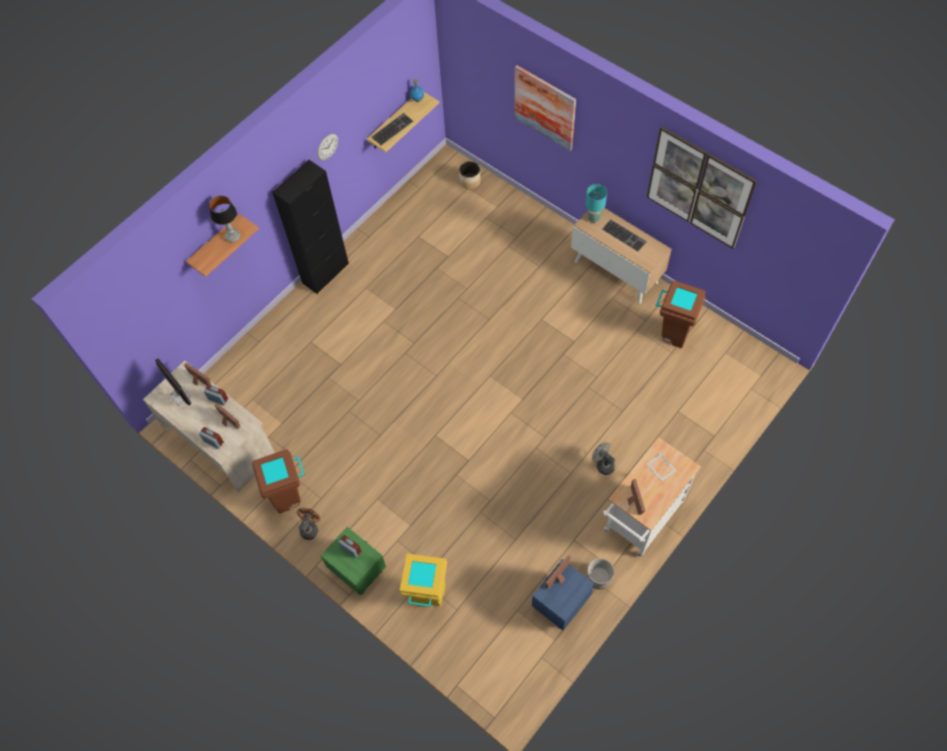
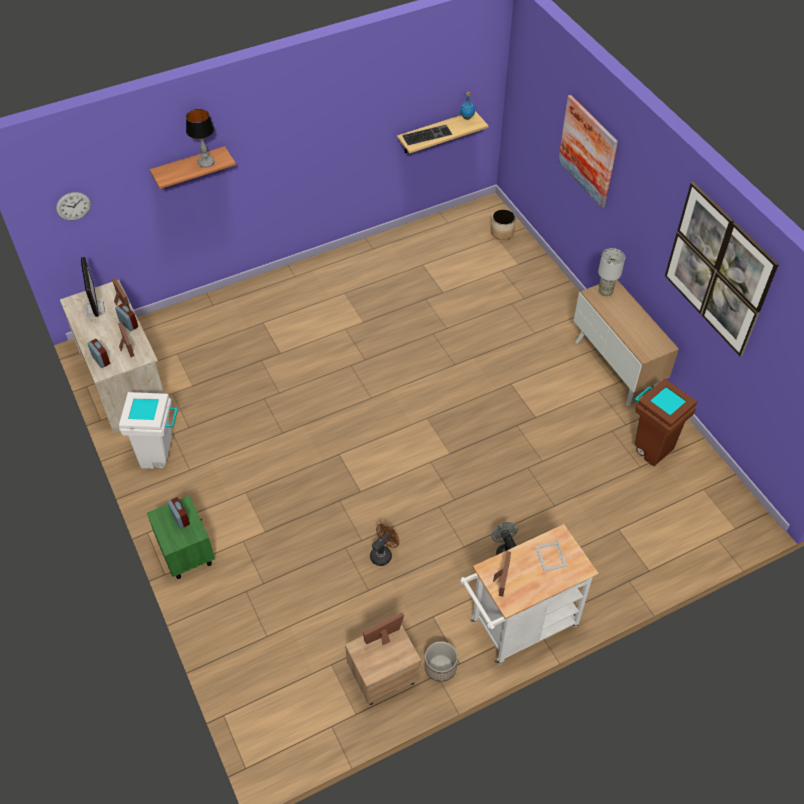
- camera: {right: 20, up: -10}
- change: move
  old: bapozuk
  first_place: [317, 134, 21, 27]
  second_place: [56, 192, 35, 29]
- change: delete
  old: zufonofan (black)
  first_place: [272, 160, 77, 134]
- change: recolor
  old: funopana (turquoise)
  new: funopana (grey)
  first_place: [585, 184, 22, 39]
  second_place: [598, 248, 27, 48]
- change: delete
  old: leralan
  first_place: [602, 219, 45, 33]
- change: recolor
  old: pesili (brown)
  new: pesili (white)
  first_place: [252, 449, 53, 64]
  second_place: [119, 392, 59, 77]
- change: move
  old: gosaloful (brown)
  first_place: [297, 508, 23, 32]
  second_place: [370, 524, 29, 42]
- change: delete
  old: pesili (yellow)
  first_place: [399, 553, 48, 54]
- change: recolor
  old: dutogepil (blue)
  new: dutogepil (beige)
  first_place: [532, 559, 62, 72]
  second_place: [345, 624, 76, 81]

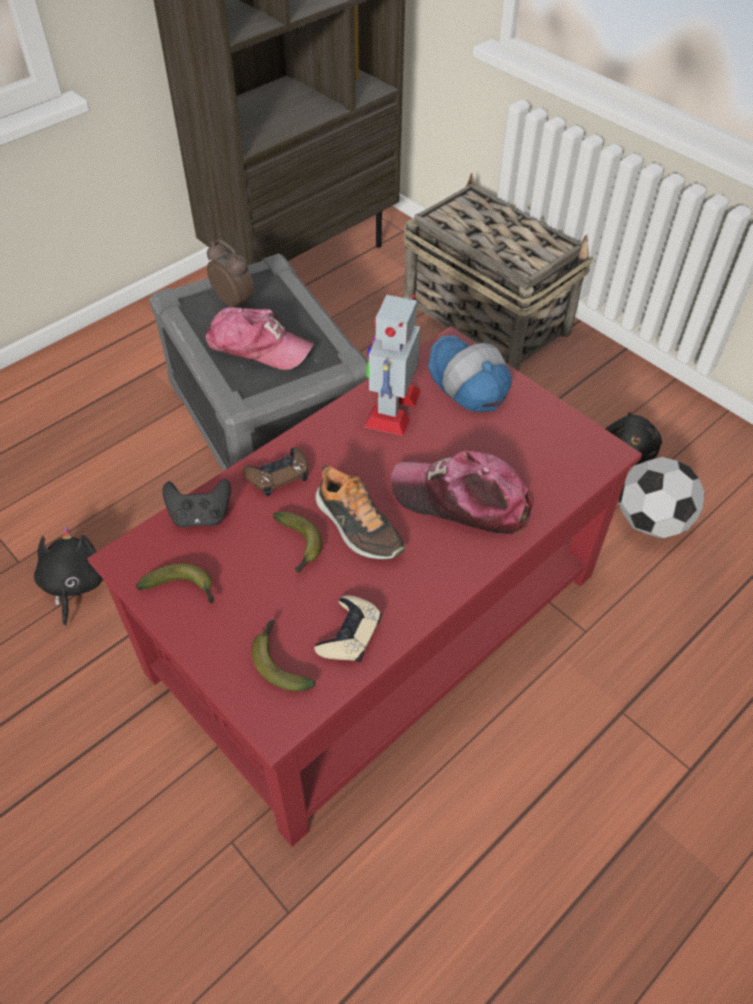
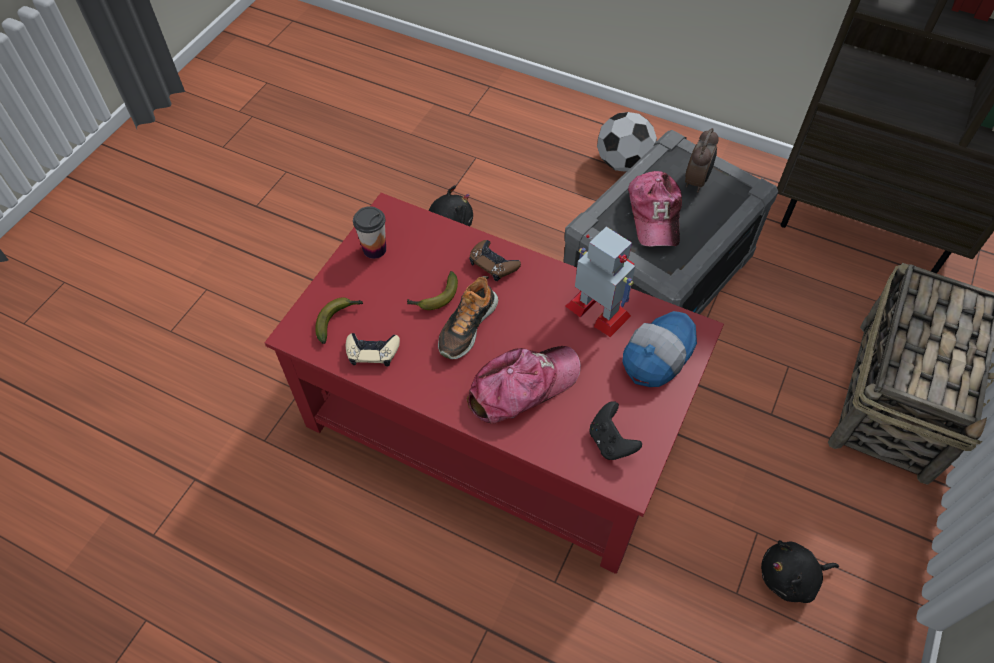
- camera: {right: 70, up: 5}
- change: rotate
  old: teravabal
  first_place: [364, 294, 57, 142]
  second_place: [565, 227, 70, 110]
  degrees: 45
- change: rotate
  old: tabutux
  first_place: [391, 451, 142, 83]
  second_place: [467, 346, 114, 78]
  degrees: 60
- change: move
  old: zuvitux
  first_place: [619, 457, 86, 81]
  second_place: [597, 112, 60, 60]
- change: move
  old: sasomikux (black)
  first_place: [163, 478, 68, 50]
  second_place: [589, 401, 53, 59]
- change: replace
  old: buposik
  new: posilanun
  first_place: [136, 563, 79, 40]
  second_place: [353, 206, 33, 53]

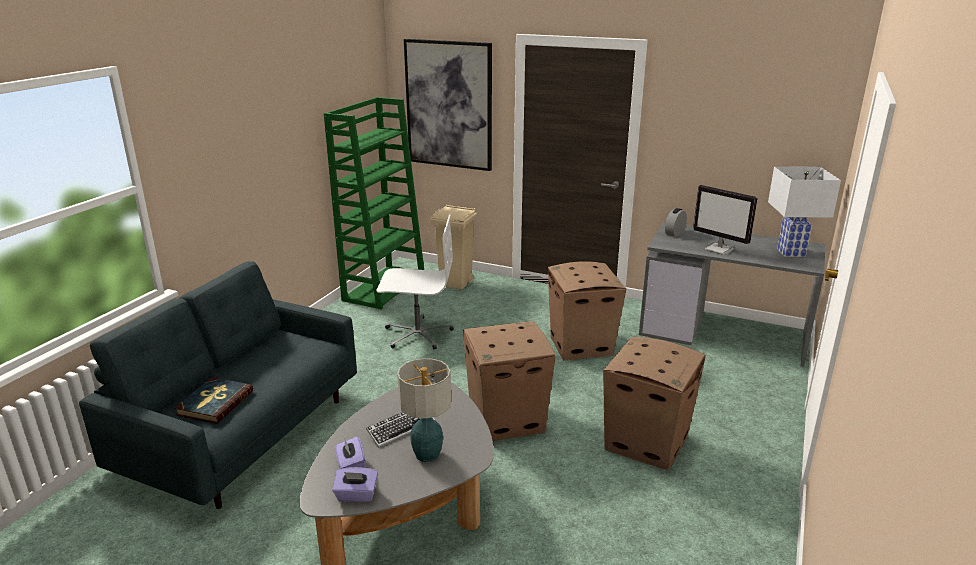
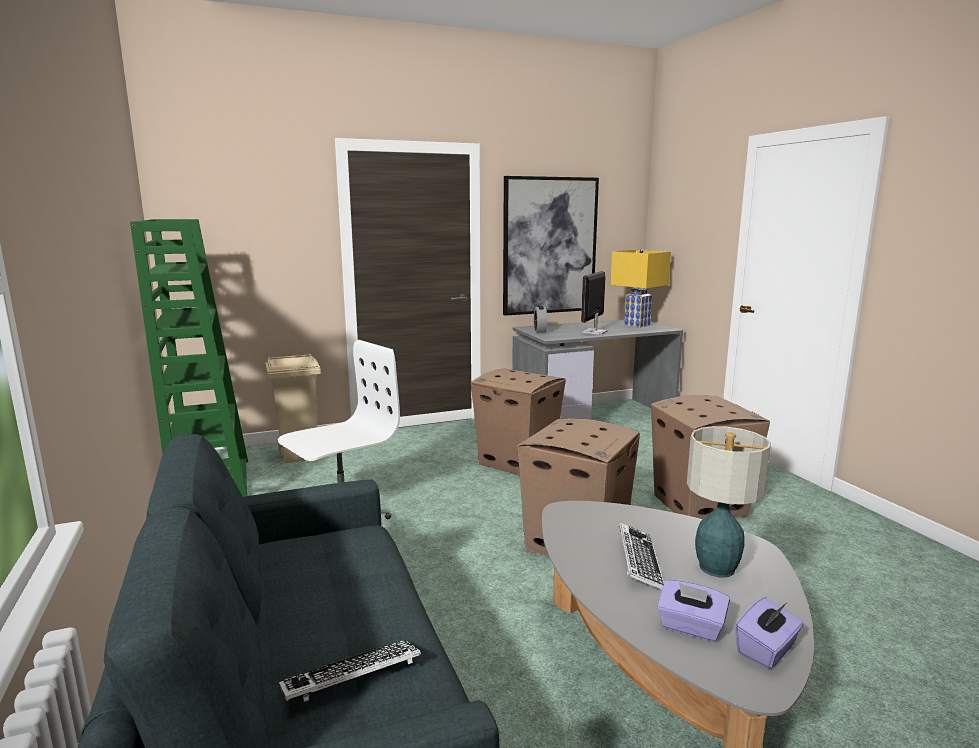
- camera: {right: -45, up: -10}
- change: move
  old: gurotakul
  first_place: [404, 39, 88, 132]
  second_place: [503, 176, 96, 140]
- change: recolor
  old: funopana (white)
  new: funopana (yellow)
  first_place: [768, 167, 73, 90]
  second_place: [610, 250, 61, 78]
- change: rotate
  old: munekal
  first_place: [693, 185, 65, 70]
  second_place: [581, 271, 26, 64]
  degrees: 120
- change: replace
  old: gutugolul
  new: leralan
  first_place: [174, 377, 79, 47]
  second_place: [279, 640, 142, 62]

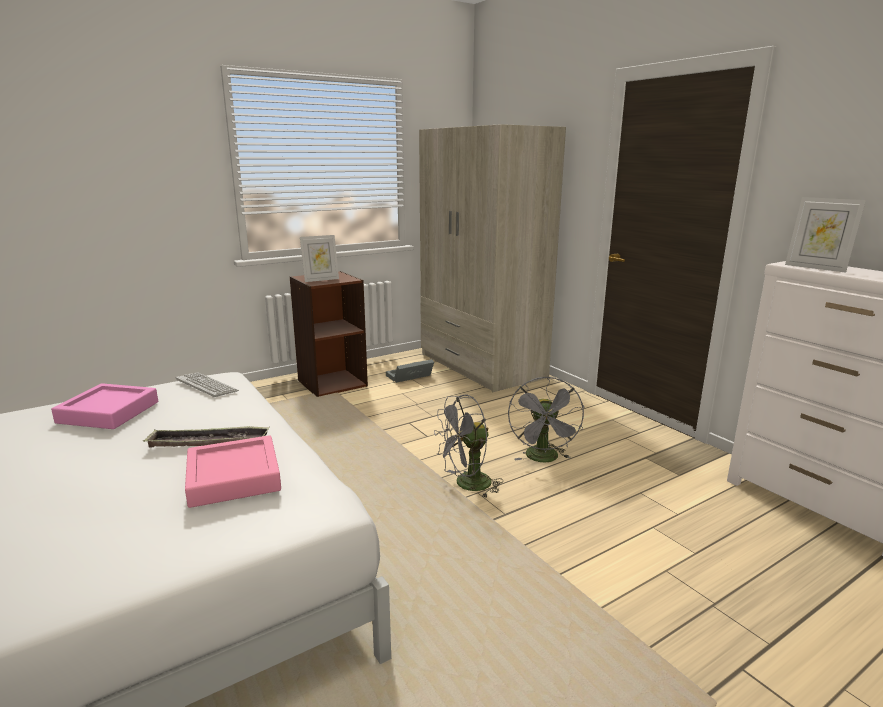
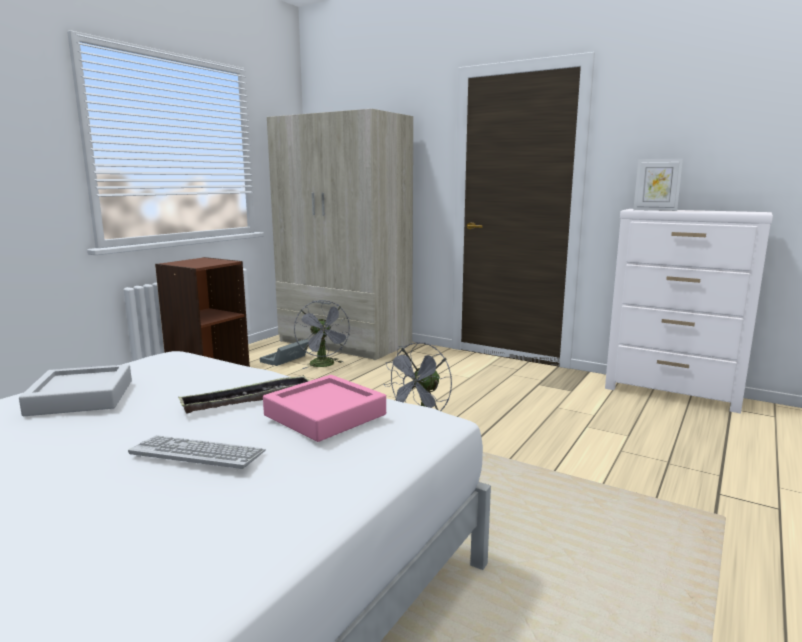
- camera: {right: -25, up: -5}
- change: delete
  old: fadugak
  first_place: [300, 235, 39, 47]
- change: move
  old: leralan
  first_place: [176, 372, 63, 26]
  second_place: [128, 435, 138, 35]
- change: move
  old: gosaloful (grey)
  first_place: [508, 376, 76, 86]
  second_place: [294, 300, 57, 69]
- change: recolor
  old: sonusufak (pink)
  new: sonusufak (grey)
  first_place: [51, 383, 107, 46]
  second_place: [19, 364, 113, 52]

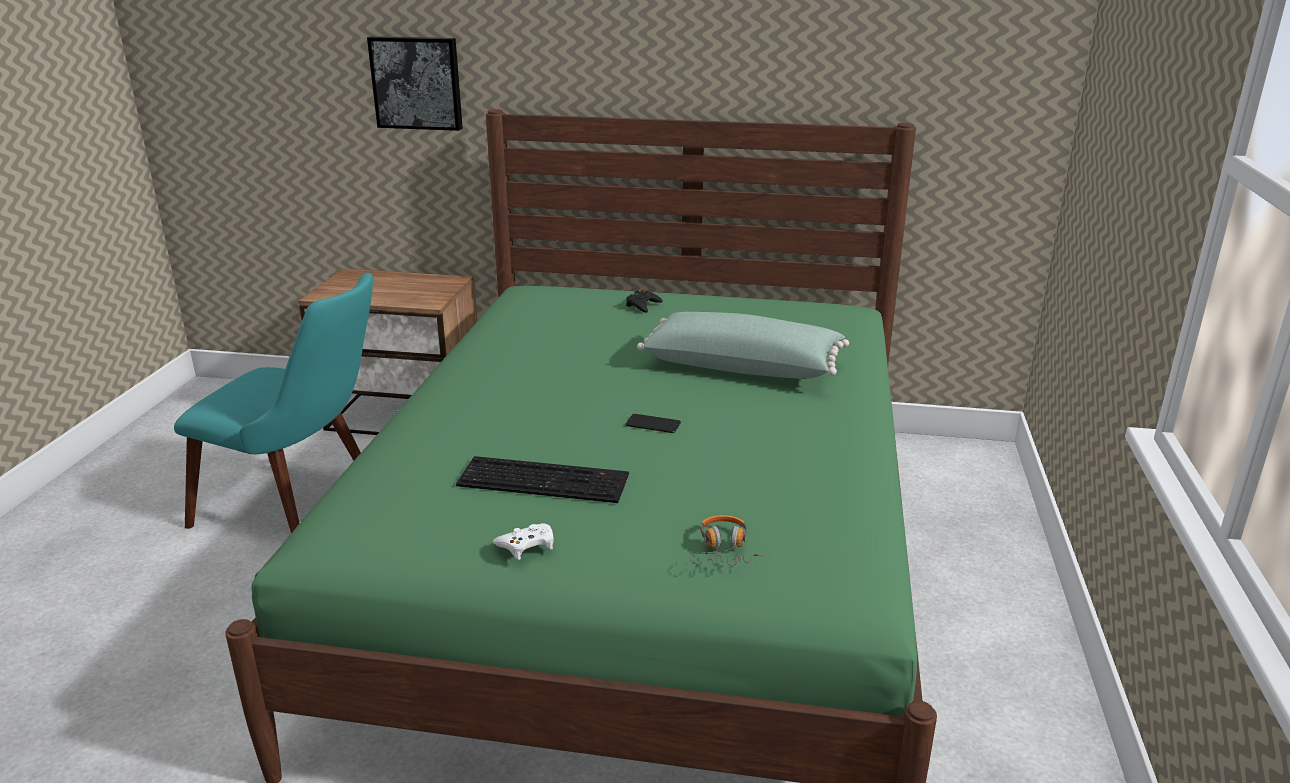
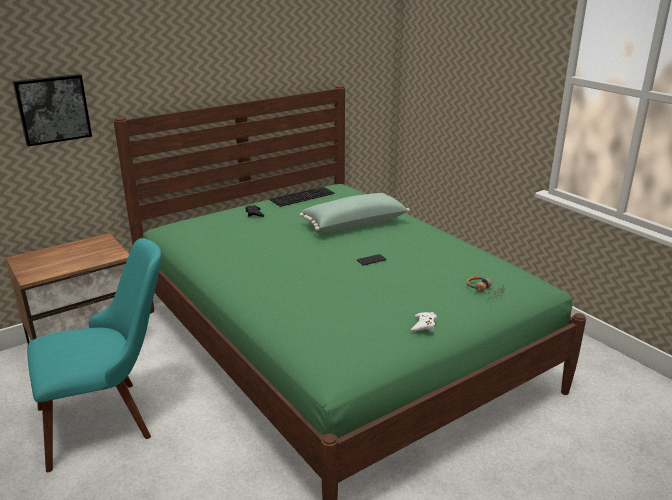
- camera: {right: -45, up: 0}
- change: move
  old: leralan
  first_place: [456, 456, 173, 47]
  second_place: [270, 186, 65, 21]

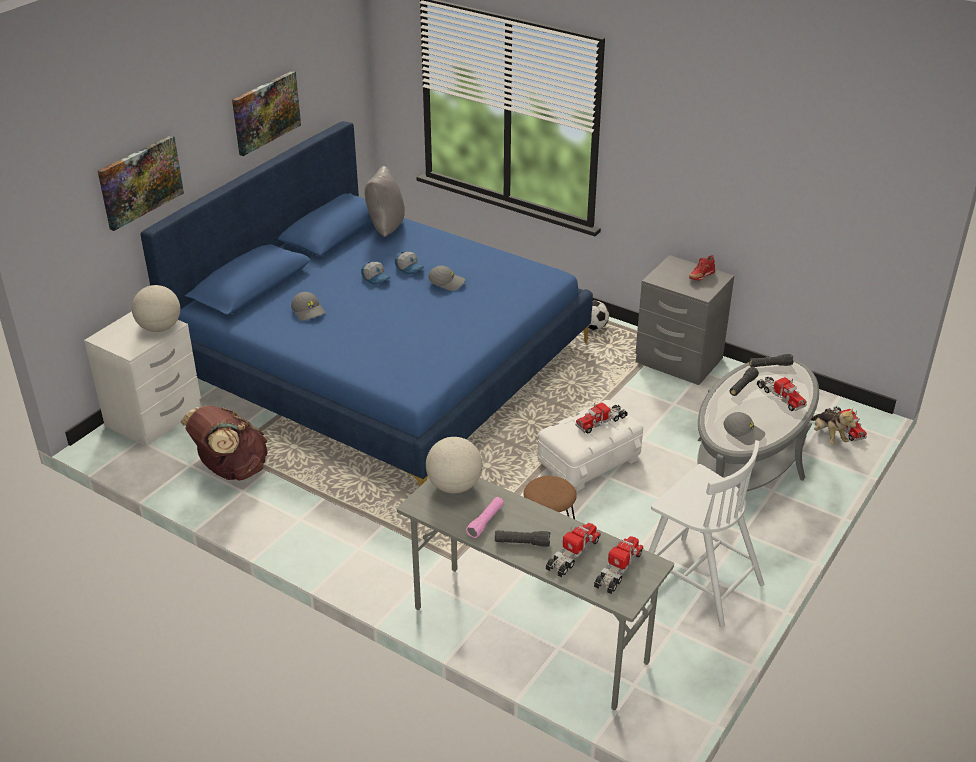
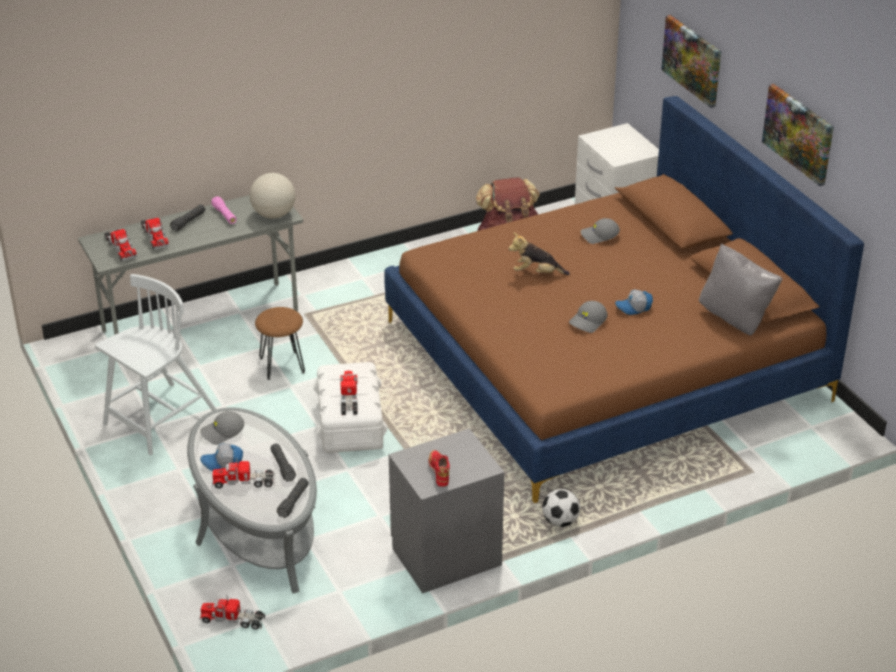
- camera: {right: 120, up: 0}
- change: recolor
  old: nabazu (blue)
  new: nabazu (brown)
  first_place: [140, 121, 453, 366]
  second_place: [384, 96, 480, 407]
- change: move
  old: tabutux
  first_place: [361, 261, 29, 23]
  second_place: [200, 443, 43, 28]
- change: delete
  old: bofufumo
  first_place: [132, 285, 48, 47]
- change: move
  old: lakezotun
  first_place: [811, 408, 45, 36]
  second_place: [509, 232, 61, 43]
- change: rotate
  old: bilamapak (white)
  first_place: [648, 440, 116, 187]
  second_place: [95, 274, 121, 181]
  degrees: 150

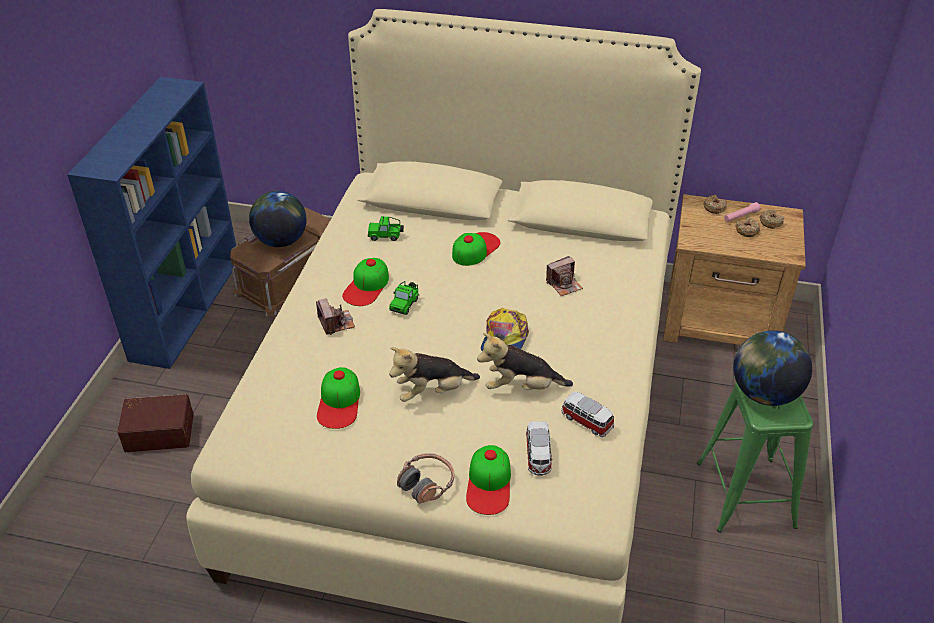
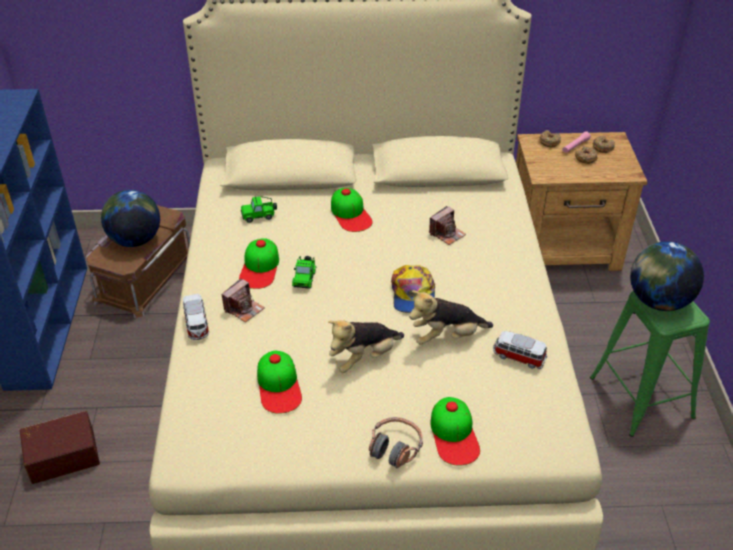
- camera: {right: -15, up: 0}
- change: rotate
  old: tabutux
  first_place: [452, 232, 49, 34]
  second_place: [331, 188, 42, 44]
  degrees: 135
- change: rotate
  old: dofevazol
  first_place: [316, 298, 39, 37]
  second_place: [221, 278, 44, 45]
  degrees: 75
- change: move
  old: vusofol
  first_place: [526, 421, 27, 55]
  second_place: [183, 294, 26, 46]

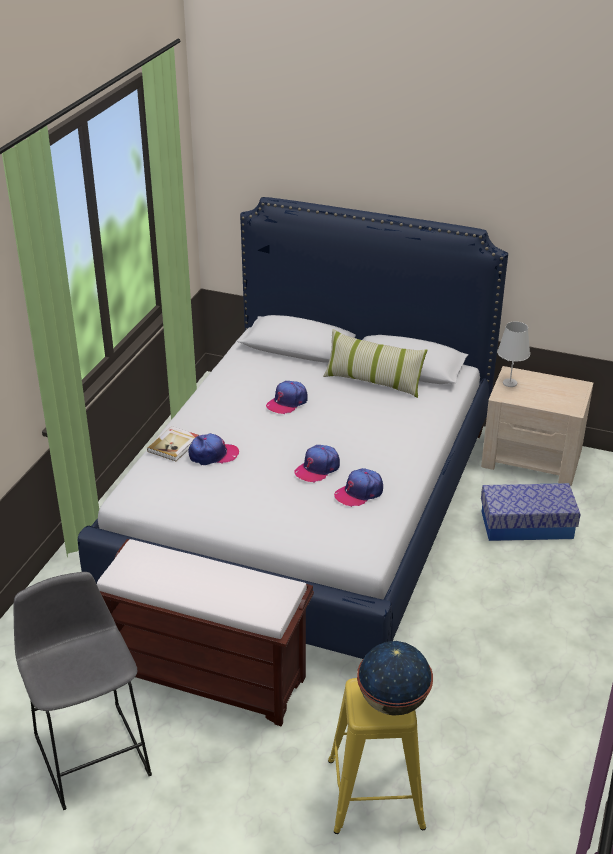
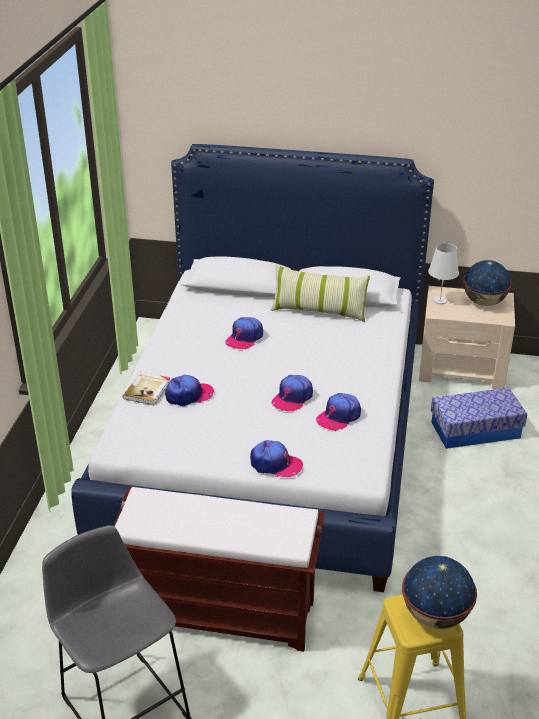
- camera: {right: -10, up: 0}
- change: insert
  new: bofufumo
  second_place: [463, 260, 49, 46]
- change: insert
  new: tabutux
  second_place: [250, 440, 53, 37]

